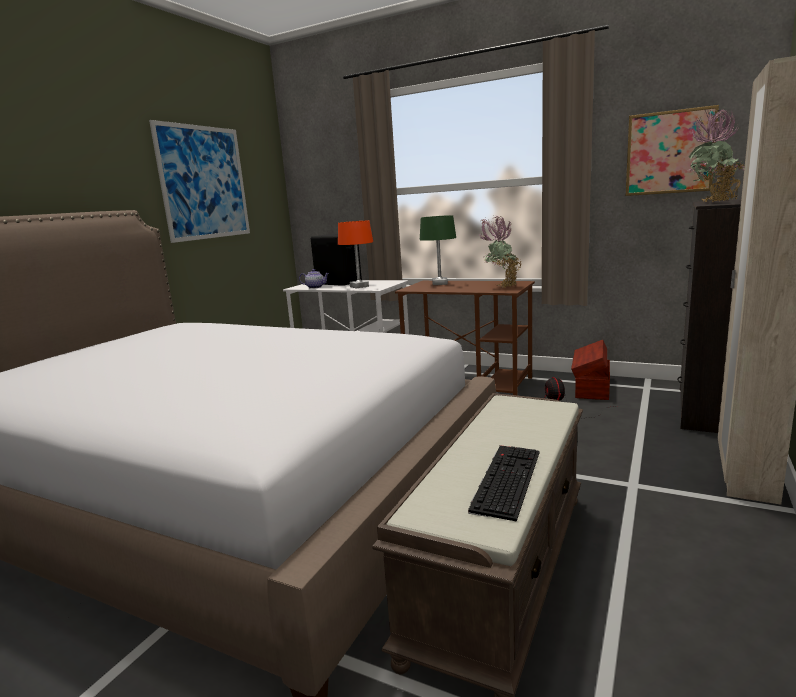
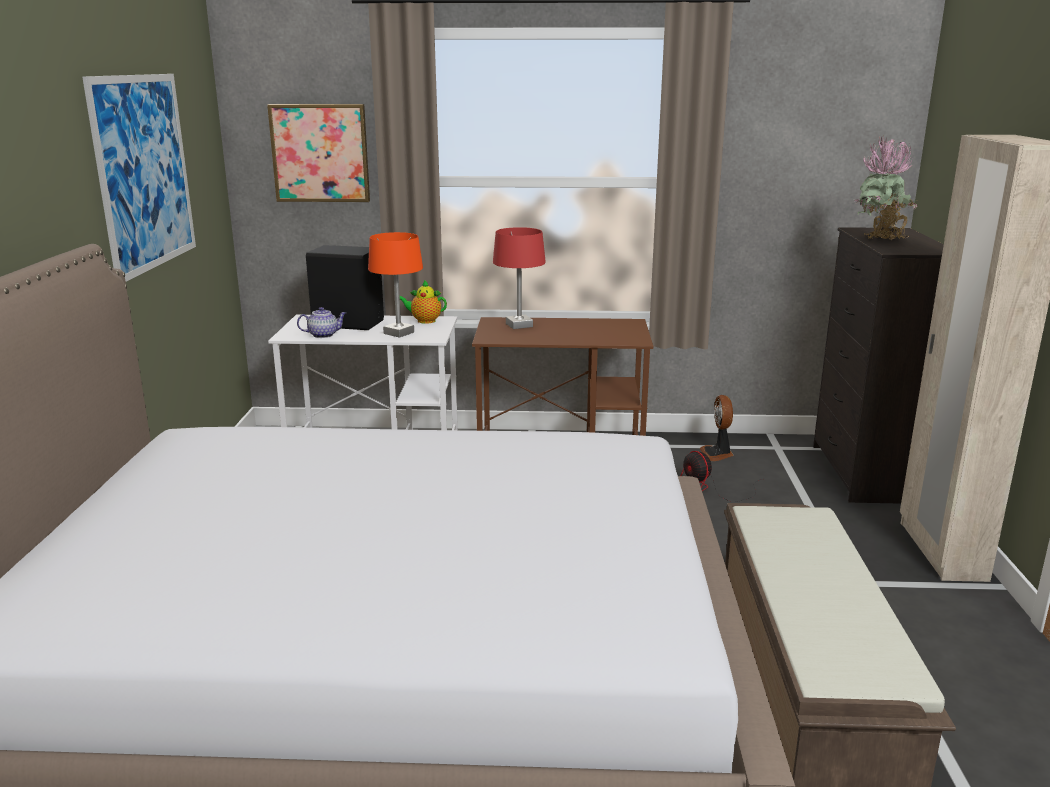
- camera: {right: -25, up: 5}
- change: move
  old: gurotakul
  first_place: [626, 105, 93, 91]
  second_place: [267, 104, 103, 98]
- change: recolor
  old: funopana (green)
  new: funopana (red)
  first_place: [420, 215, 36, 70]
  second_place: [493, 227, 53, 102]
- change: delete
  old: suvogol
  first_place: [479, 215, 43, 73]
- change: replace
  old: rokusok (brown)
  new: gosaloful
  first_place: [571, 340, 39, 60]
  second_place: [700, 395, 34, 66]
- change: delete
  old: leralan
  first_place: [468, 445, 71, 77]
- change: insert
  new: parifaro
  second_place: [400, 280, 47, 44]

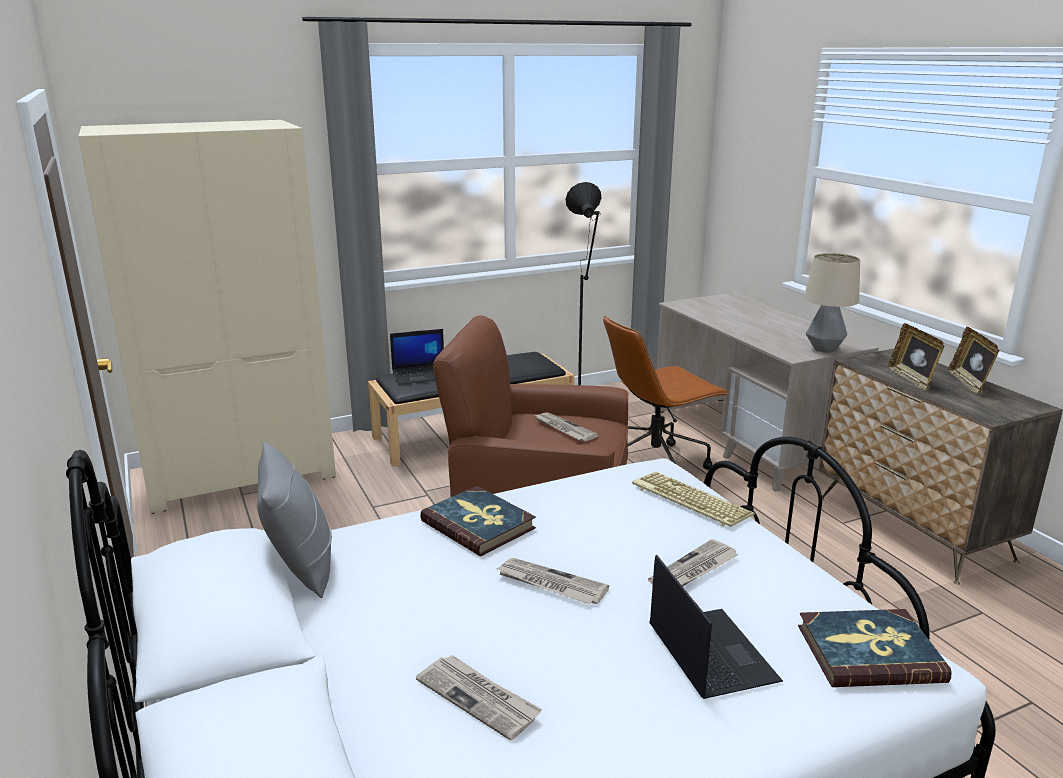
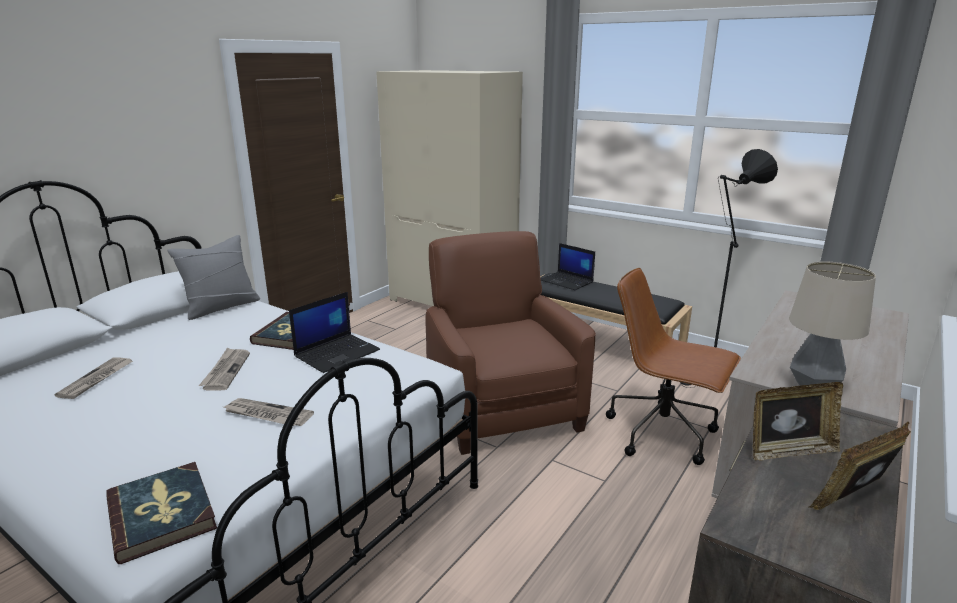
- camera: {right: 60, up: 0}
- change: rotate
  old: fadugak
  first_place: [888, 323, 57, 67]
  second_place: [752, 382, 91, 78]
  degrees: -150
- change: delete
  old: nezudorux
  first_place: [535, 412, 64, 30]
- change: delete
  old: leralan
  first_place: [632, 472, 123, 55]
- change: move
  old: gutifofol
  first_place: [650, 554, 133, 145]
  second_place: [289, 292, 91, 81]

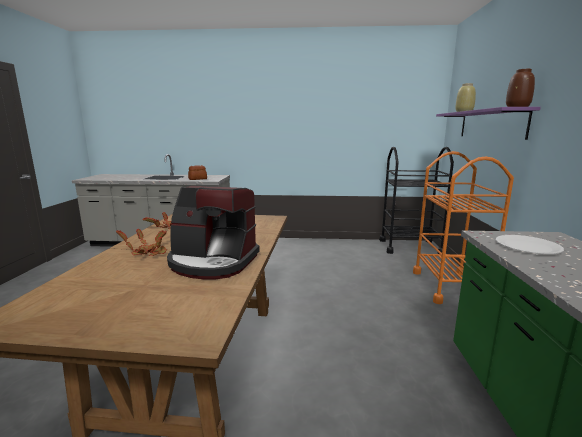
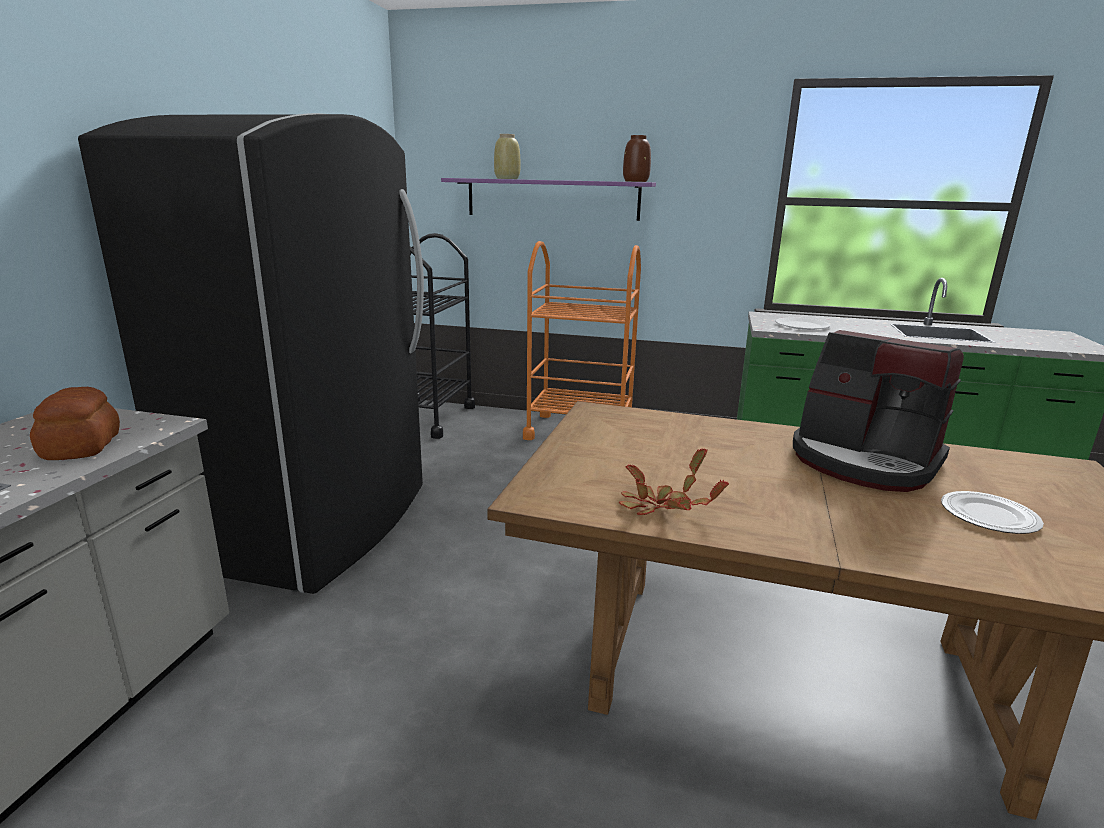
- camera: {right: -80, up: 5}
- change: rotate
  old: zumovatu
  first_place: [167, 186, 93, 94]
  second_place: [793, 330, 171, 162]
  degrees: 105
- change: delete
  old: suvogol
  first_place: [116, 229, 51, 27]
- change: insert
  new: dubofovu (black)
  second_place: [78, 113, 346, 481]
- change: insert
  new: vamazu
  second_place: [941, 491, 103, 43]

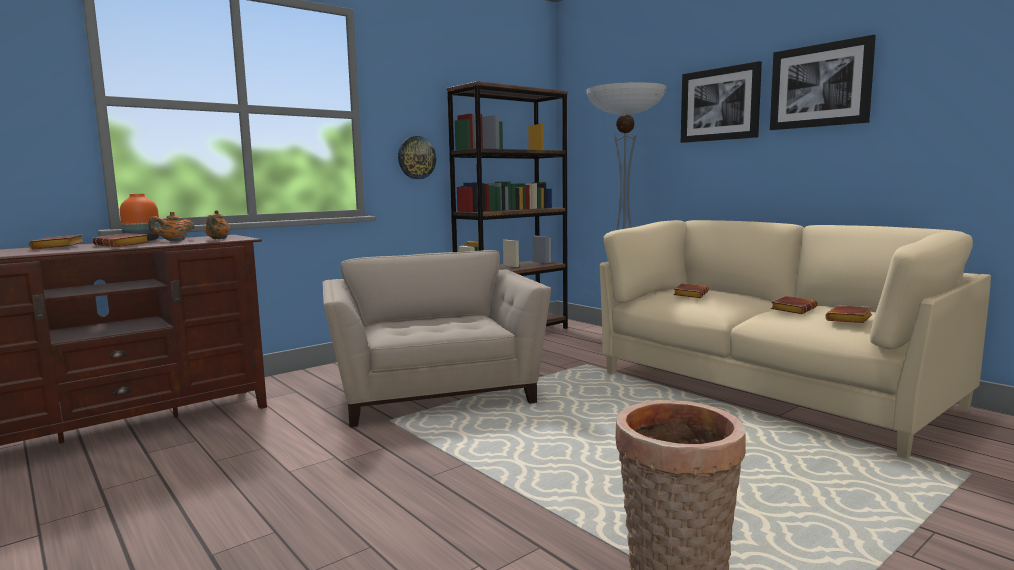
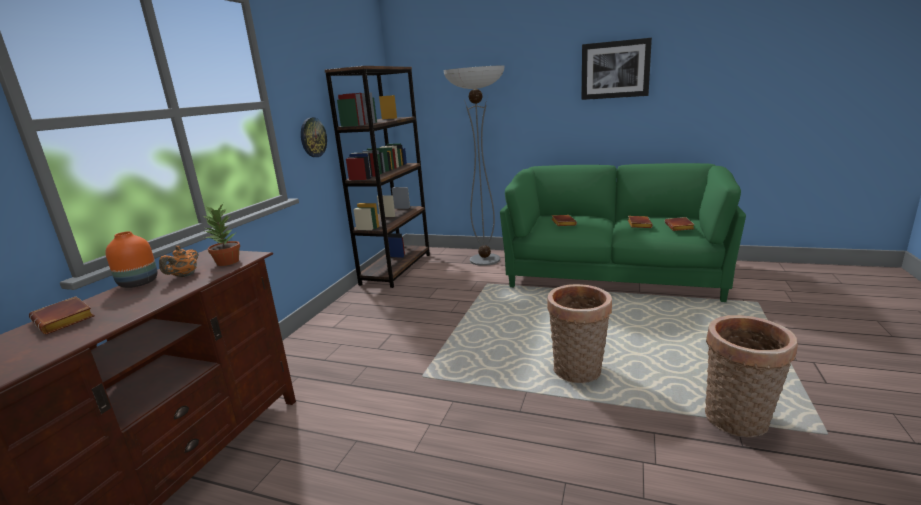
- camera: {right: -30, up: 10}
- change: delete
  old: gurotakul
  first_place: [681, 61, 81, 82]
- change: replace
  old: parifaro (orange)
  new: suvogol
  first_place: [205, 210, 25, 29]
  second_place: [203, 204, 37, 62]
- change: recolor
  old: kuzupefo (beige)
  new: kuzupefo (green)
  first_place: [600, 220, 391, 239]
  second_place: [500, 163, 246, 139]
- change: delete
  old: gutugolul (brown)
  first_place: [93, 233, 56, 14]
- change: delete
  old: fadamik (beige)
  first_place: [322, 250, 229, 177]
- change: insert
  new: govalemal
  second_place: [547, 284, 65, 99]

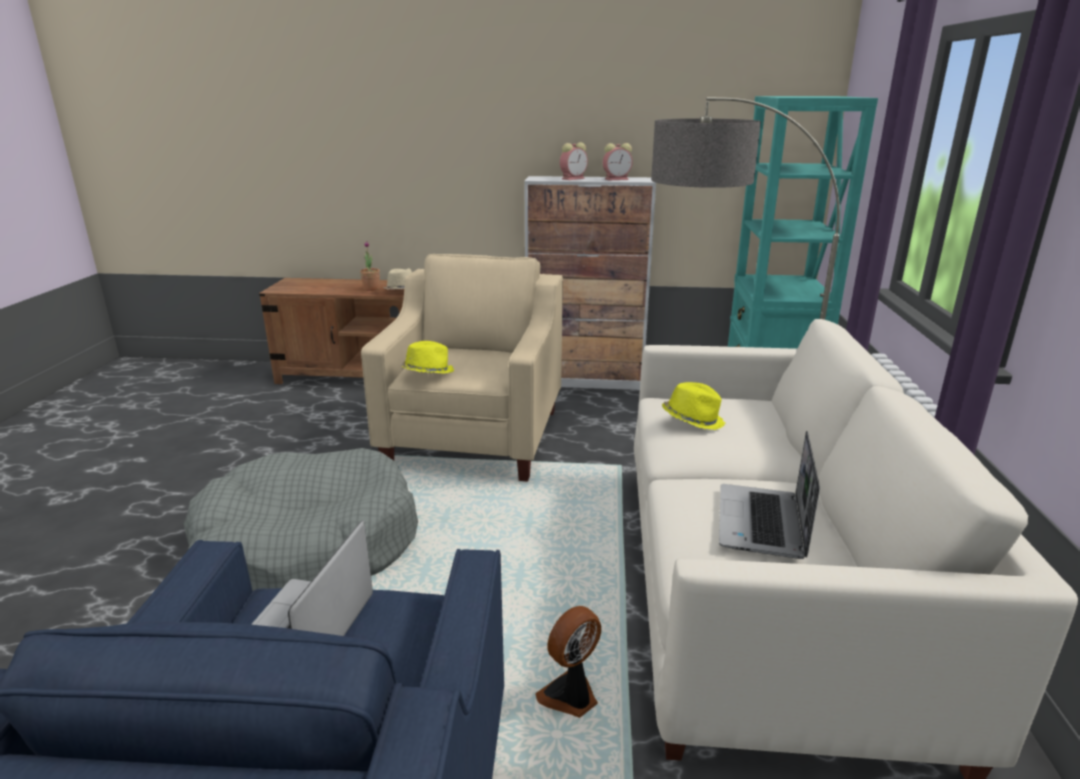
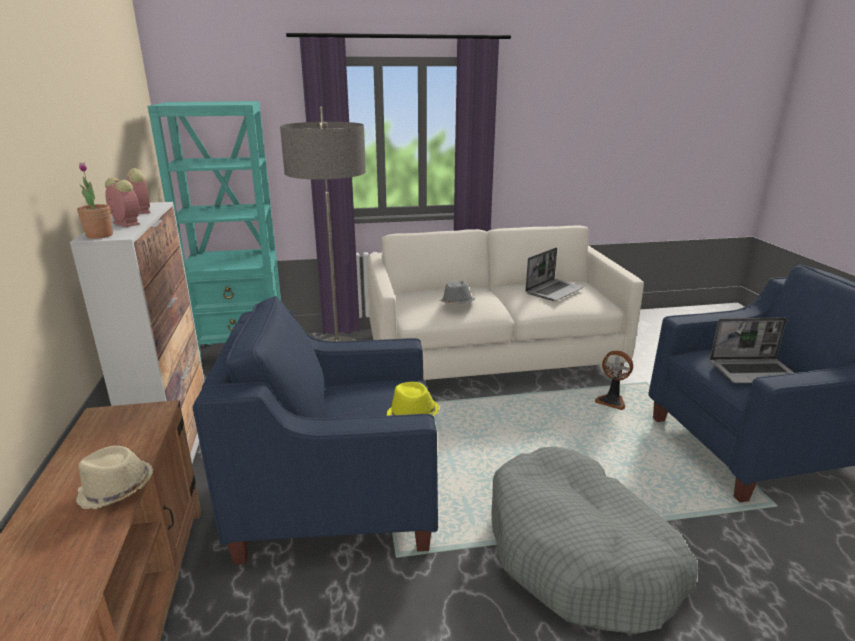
- camera: {right: -105, up: 0}
- change: move
  old: suvogol
  first_place: [360, 241, 20, 50]
  second_place: [77, 162, 36, 77]
- change: recolor
  old: fadamik (beige)
  new: fadamik (blue)
  first_place: [361, 254, 202, 228]
  second_place: [193, 296, 245, 269]
- change: recolor
  old: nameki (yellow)
  new: nameki (grey)
  first_place: [662, 382, 64, 48]
  second_place: [440, 281, 35, 23]
- change: rotate
  old: gutifofol
  first_place: [719, 431, 101, 128]
  second_place: [525, 247, 59, 54]
  degrees: -45

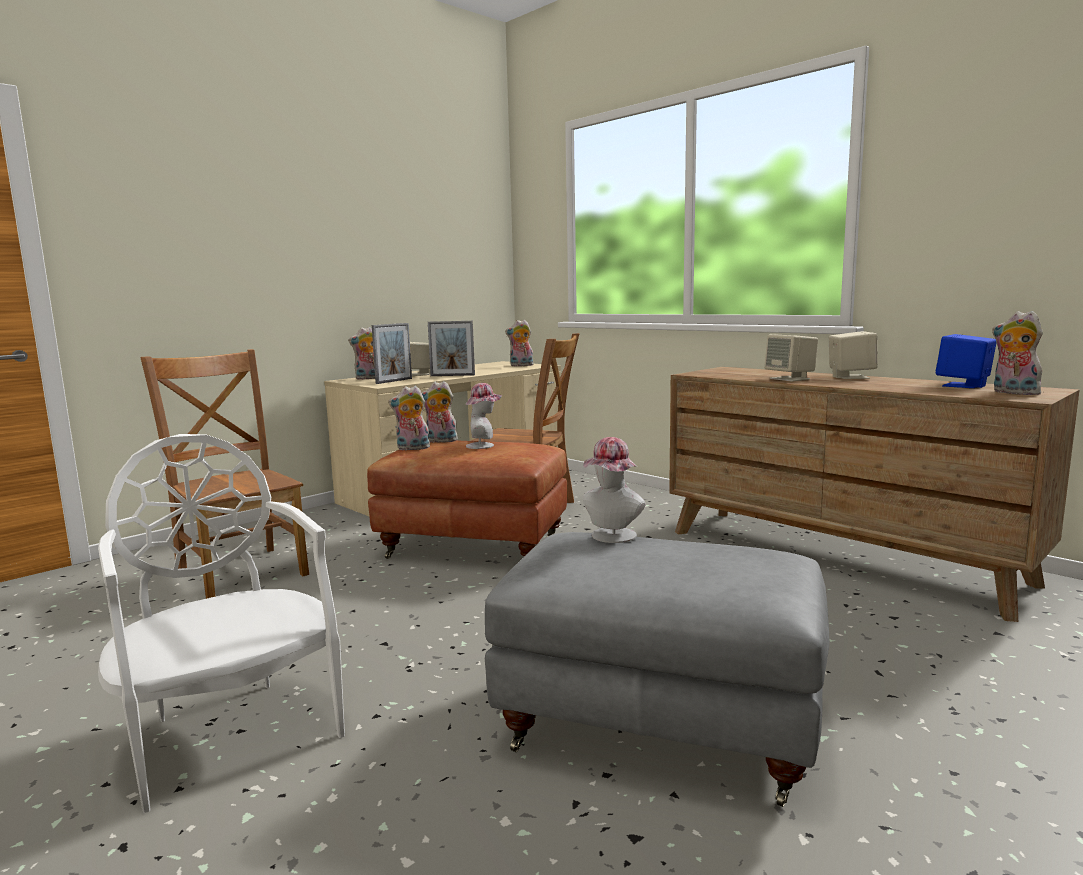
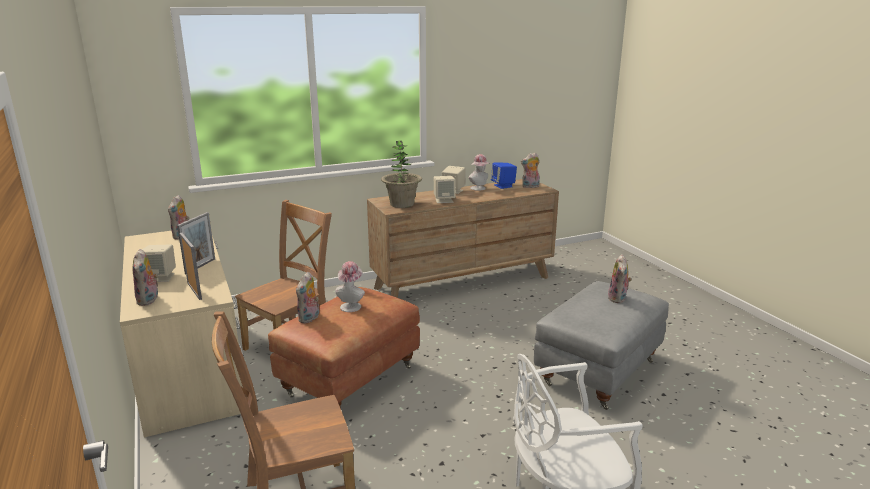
- camera: {right: -70, up: 10}
- change: move
  old: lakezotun
  first_place: [388, 386, 42, 64]
  second_place: [608, 254, 24, 49]
- change: move
  old: nameki
  first_place: [583, 437, 62, 106]
  second_place: [469, 154, 21, 37]
- change: insert
  new: suvogol
  second_place: [381, 141, 41, 67]

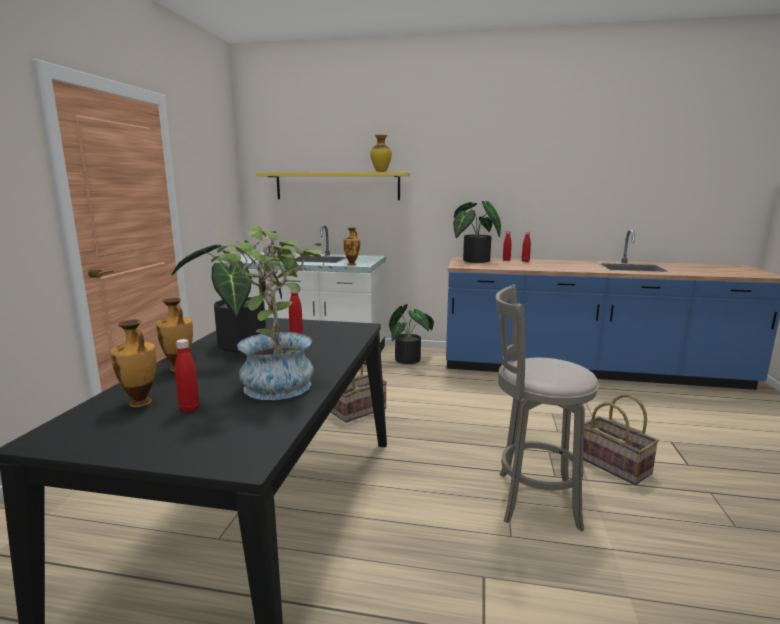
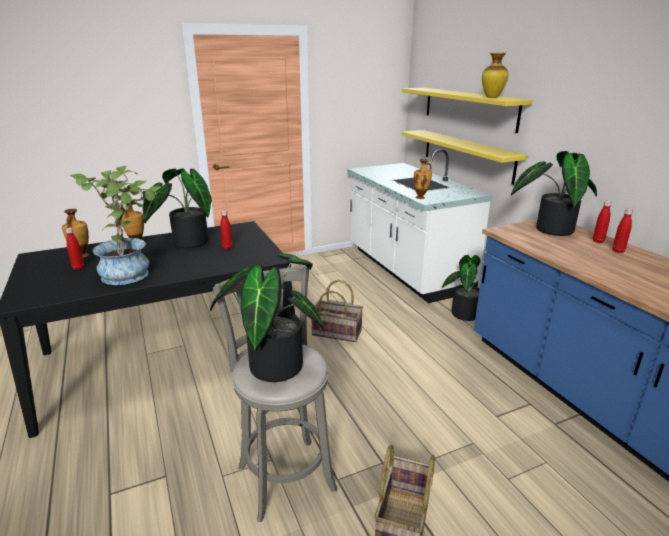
- camera: {right: 55, up: 10}
- change: insert
  new: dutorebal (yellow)
  second_place: [402, 130, 126, 55]
- change: insert
  new: suvogol
  second_place: [210, 253, 113, 129]

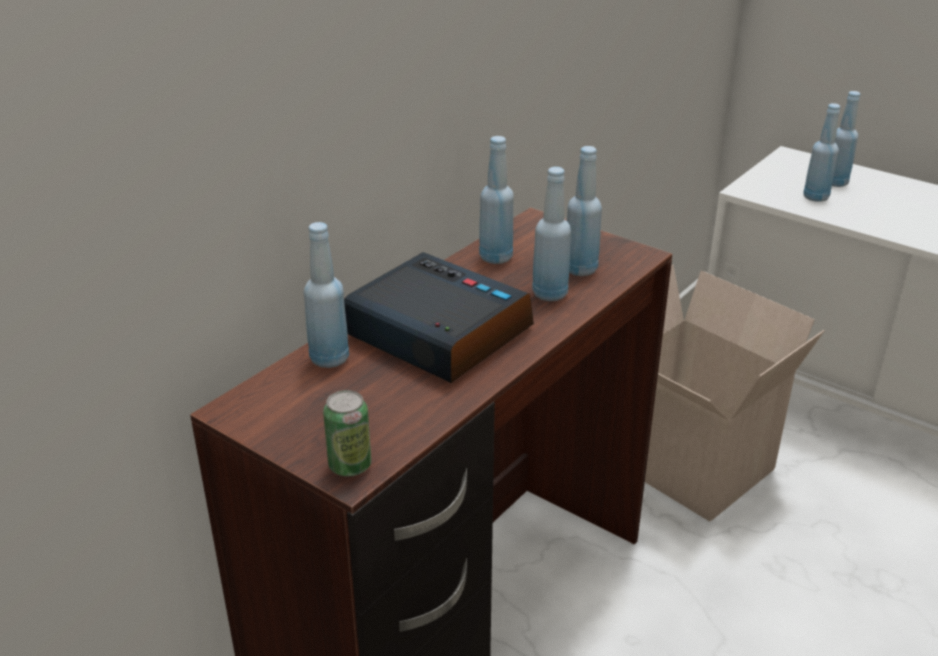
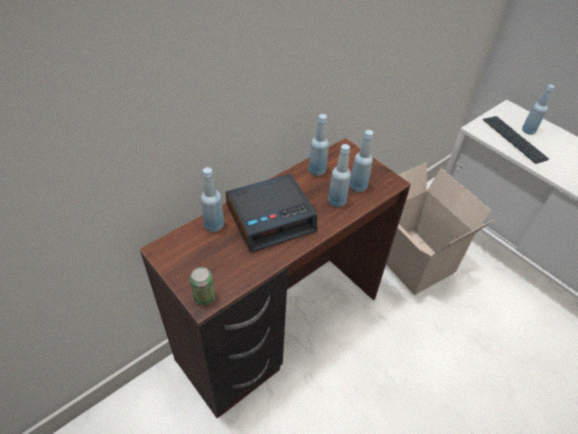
- camera: {right: 10, up: 15}
- change: replace
  old: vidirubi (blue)
  new: leralan
  first_place: [803, 103, 38, 99]
  second_place: [483, 116, 66, 48]
- change: rotate
  old: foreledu
  first_place: [344, 252, 190, 131]
  second_place: [226, 174, 91, 79]
  degrees: 105

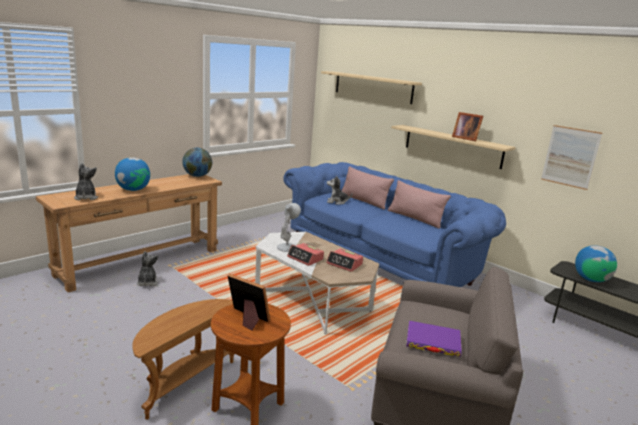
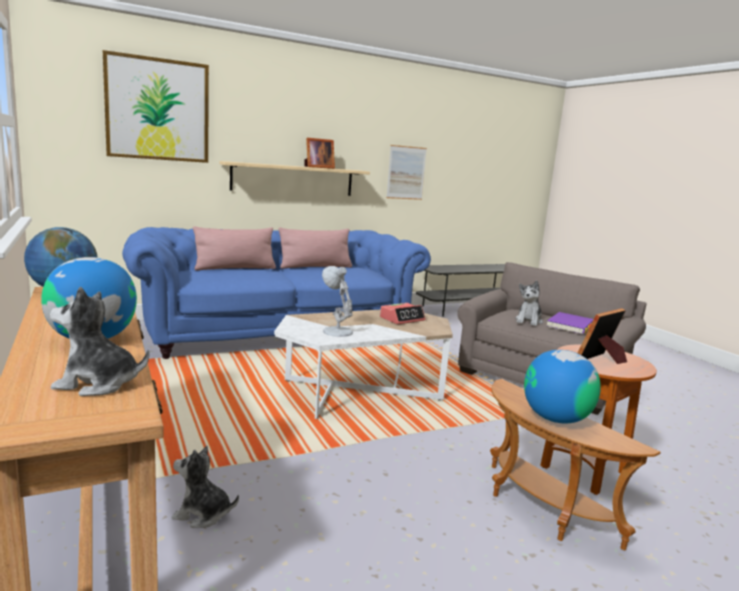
- camera: {right: -70, up: -5}
- change: replace
  old: dutorebal (beige)
  new: gurotakul
  first_place: [321, 71, 101, 33]
  second_place: [103, 50, 106, 113]
- change: move
  old: lakezotun
  first_place: [327, 176, 26, 29]
  second_place: [515, 280, 28, 46]
- change: delete
  old: foreledu
  first_place: [287, 243, 37, 23]
- change: move
  old: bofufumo
  first_place: [575, 246, 42, 36]
  second_place: [524, 350, 77, 73]

